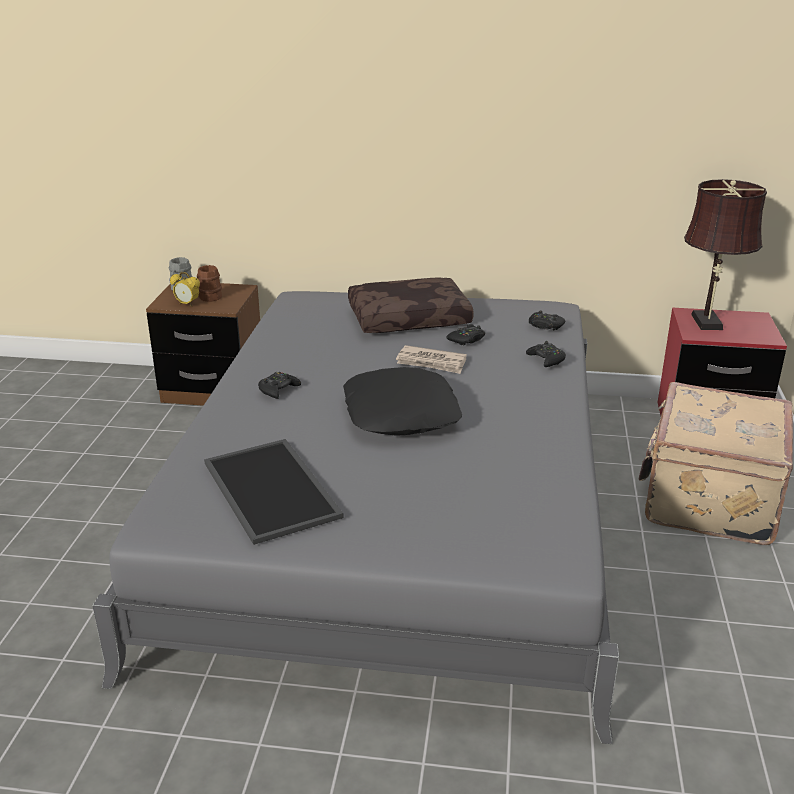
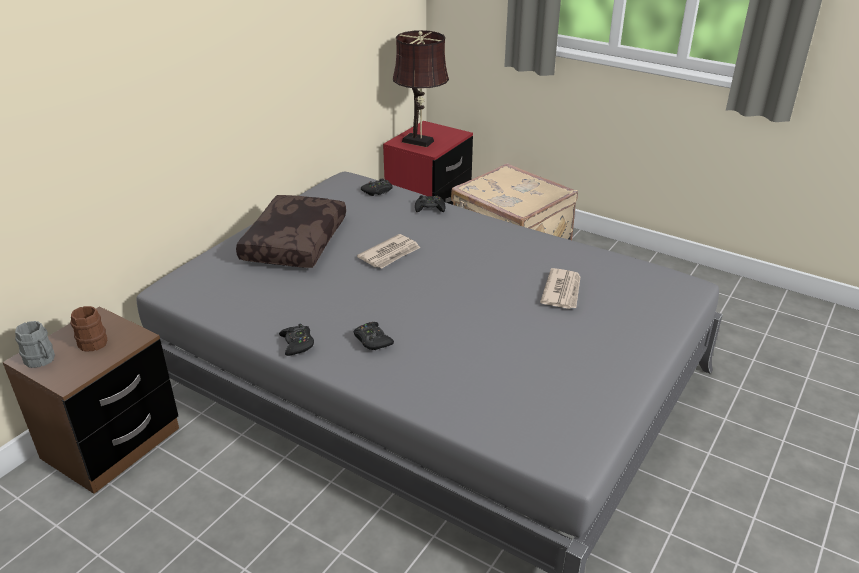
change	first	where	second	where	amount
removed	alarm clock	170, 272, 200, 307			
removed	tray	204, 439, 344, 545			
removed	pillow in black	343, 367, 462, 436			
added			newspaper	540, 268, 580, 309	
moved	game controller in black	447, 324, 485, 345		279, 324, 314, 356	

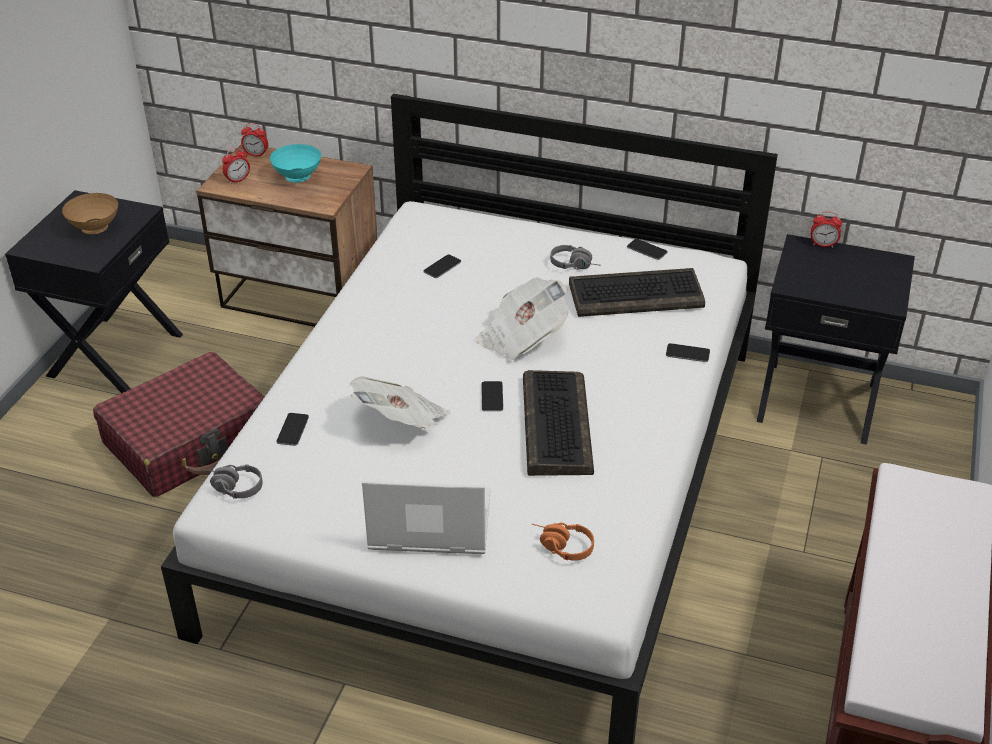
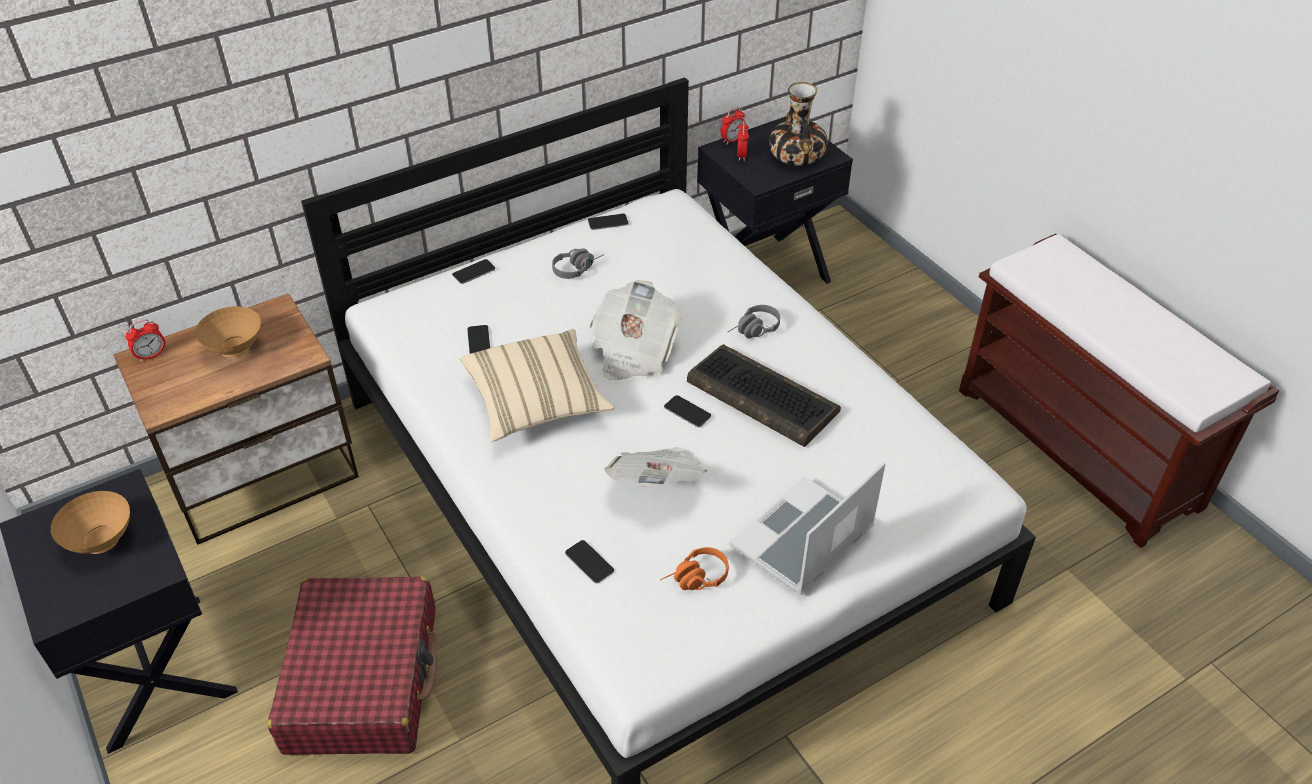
change	first	where	second	where	amount
removed	keyboard	569, 268, 705, 317			
added			pillow in beige	460, 329, 615, 442	
added			vase	769, 82, 827, 165	
moved	headphones in grey	203, 464, 263, 499		728, 305, 780, 339	
moved	alarm clock	222, 147, 250, 184		737, 121, 749, 161	
moved	headphones in orange	532, 523, 594, 561		660, 547, 729, 590	
moved	phone	666, 343, 710, 362		452, 259, 495, 284	
recoloured	bowl in turquoise	270, 144, 321, 183	bowl in brown	195, 306, 261, 358	

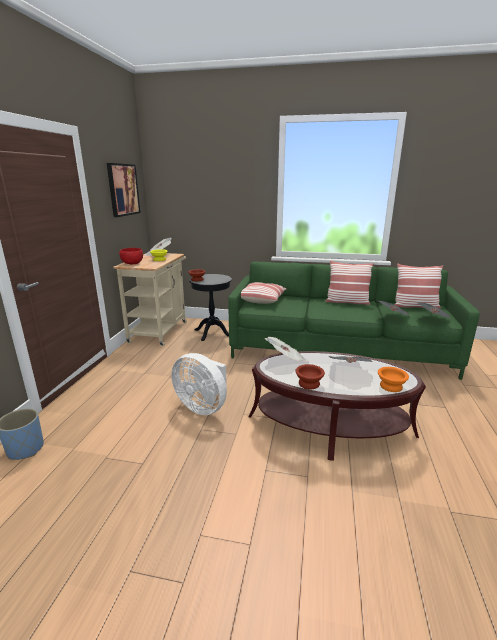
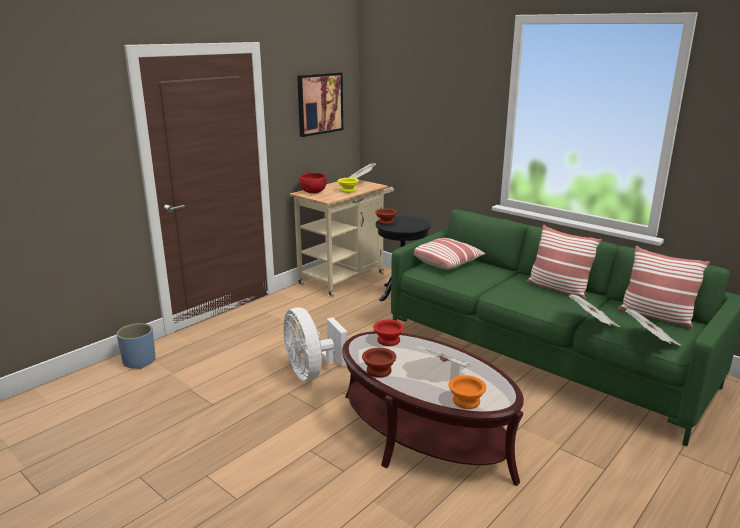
change	first	where	second	where	amount
replaced	newspaper	265, 337, 309, 362	bowl in red	373, 320, 405, 346	

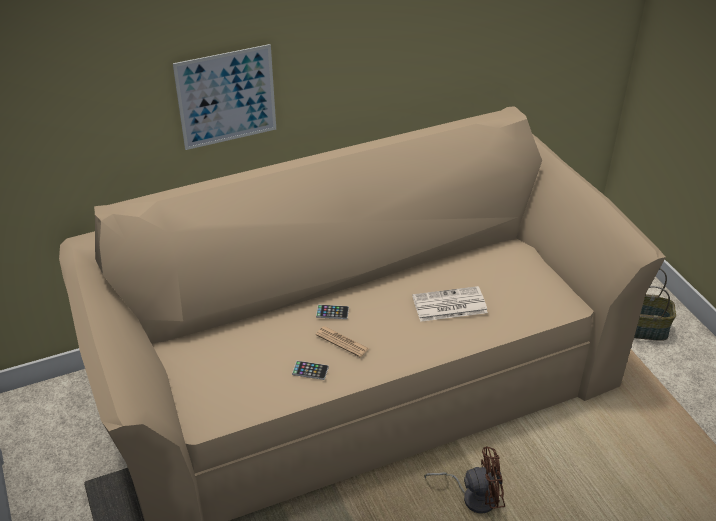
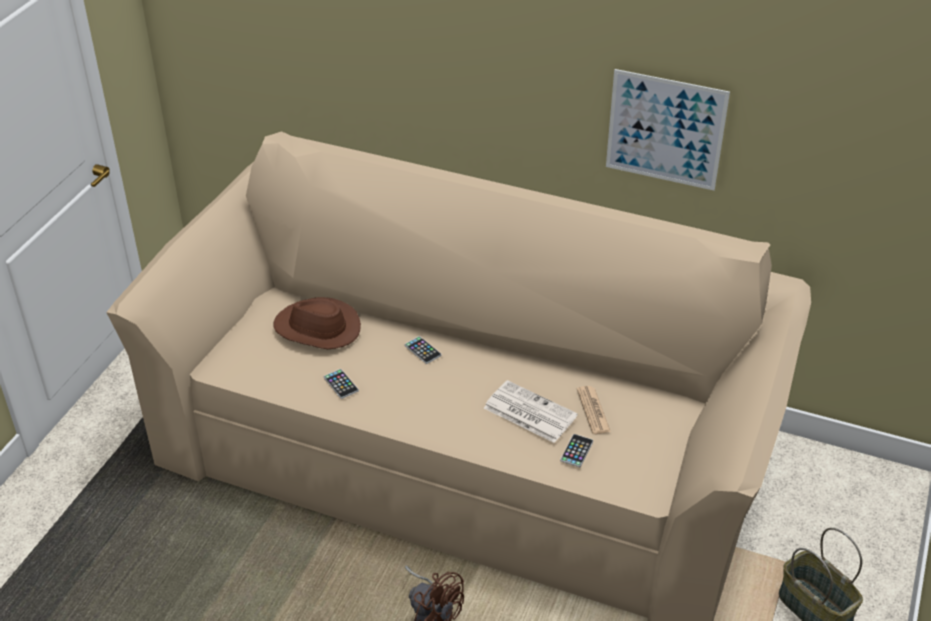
change	first	where	second	where	amount
added			hat in brown	274, 297, 361, 349	
added			phone	560, 434, 593, 467	
moved	picture	173, 44, 276, 150		606, 69, 730, 191	
moved	newspaper	316, 326, 369, 357		577, 386, 611, 434	

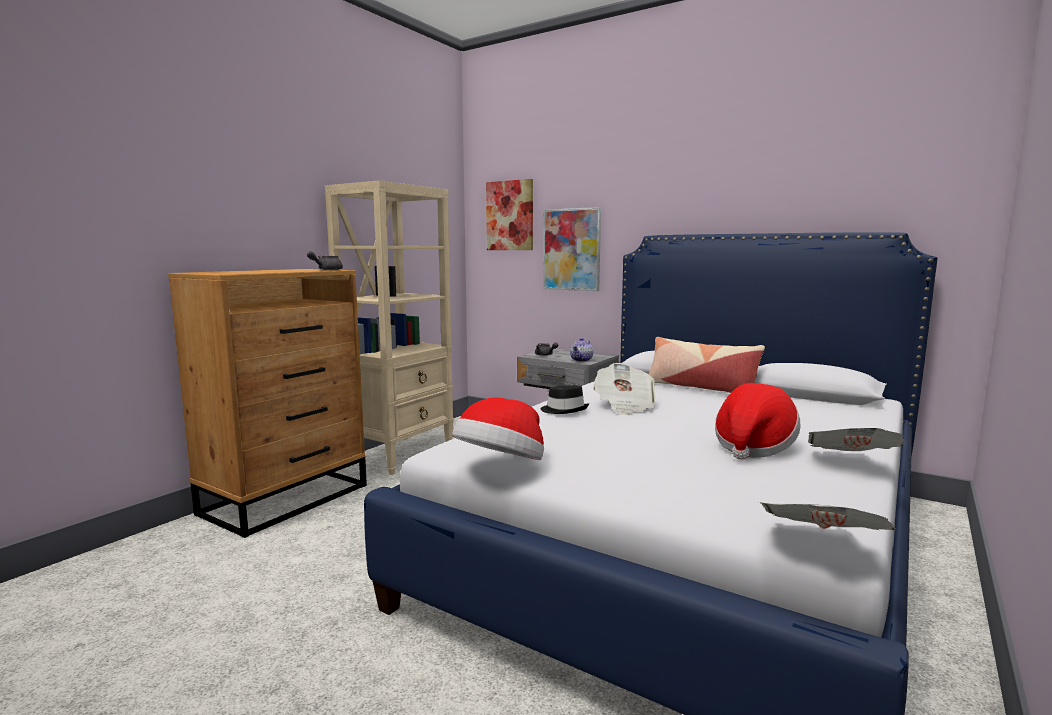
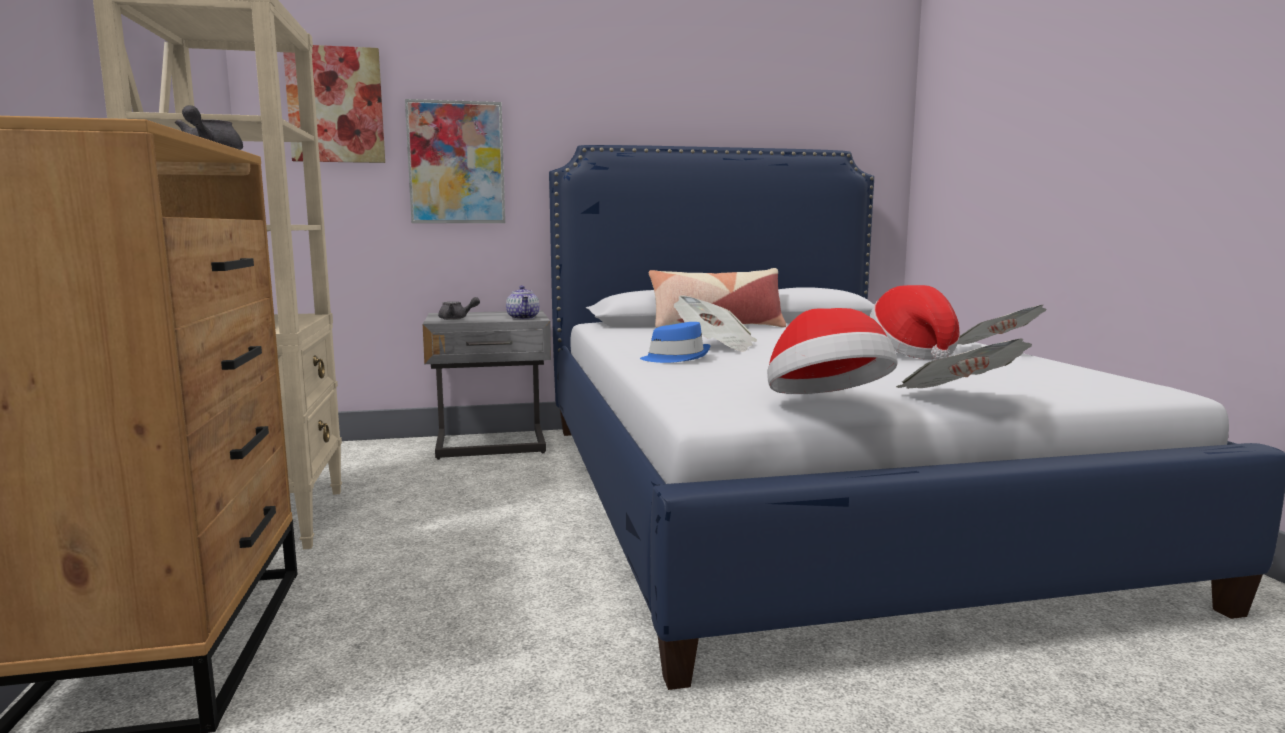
change	first	where	second	where	amount
moved	newspaper	759, 502, 896, 530		896, 338, 1032, 389	
recoloured	hat in black	541, 385, 589, 414	hat in blue	640, 322, 710, 363	

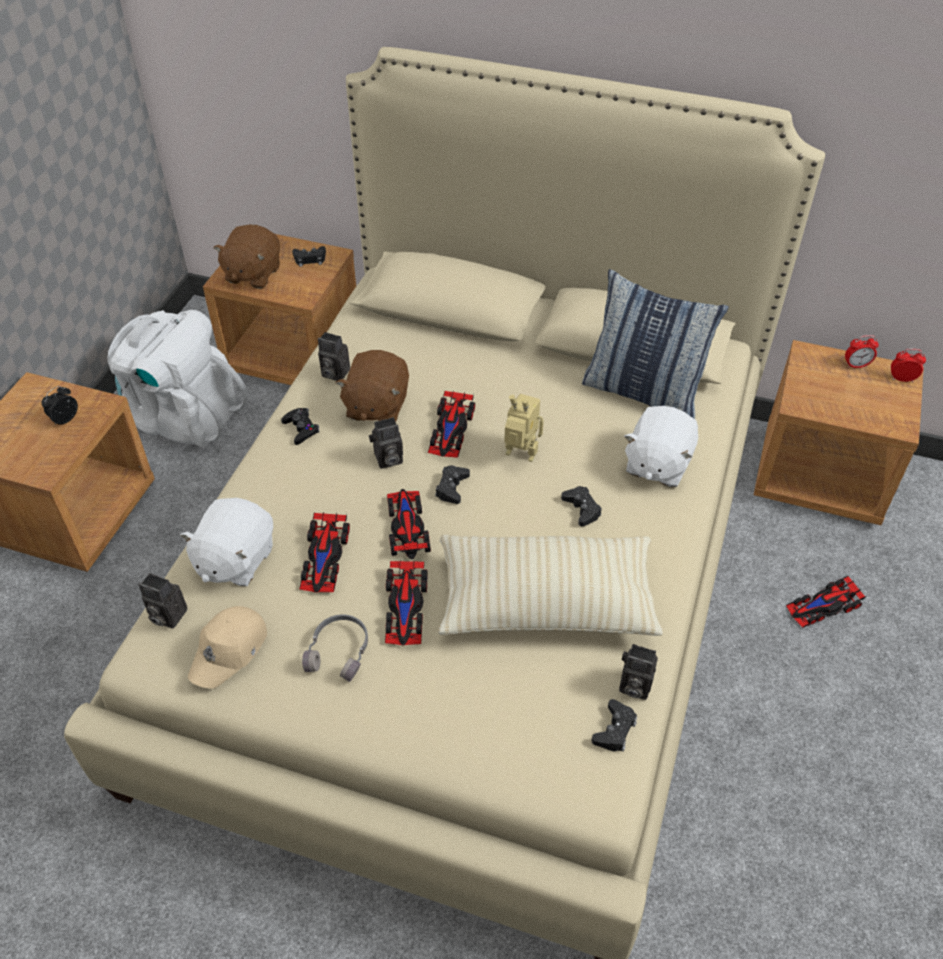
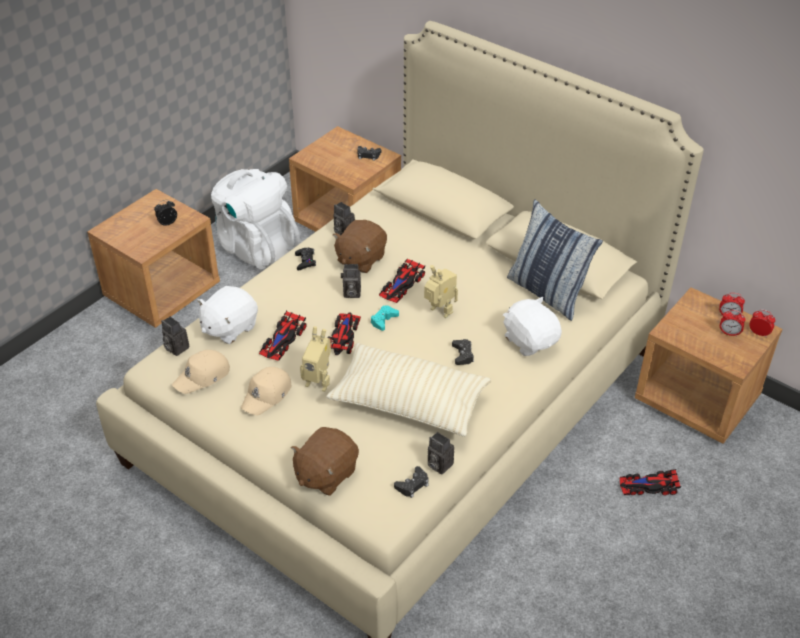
change	first	where	second	where	amount
added			alarm clock	720, 310, 746, 337	
moved	plush toy in brown	213, 225, 280, 289		291, 427, 359, 496	
replaced	headphones in grey	302, 614, 368, 682	cap in beige	241, 367, 291, 415	
replaced	toy car	385, 561, 427, 645	toy robot	300, 326, 331, 392	
recoloured	game controller in black	435, 465, 470, 504	game controller in turquoise	371, 305, 399, 331	
turned	plush toy in white	624, 406, 698, 487		503, 297, 562, 356	105 degrees clockwise

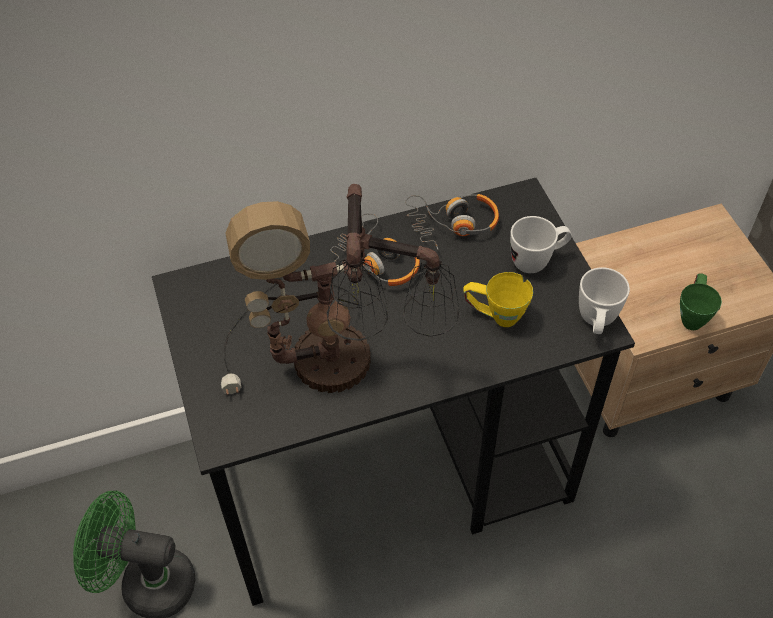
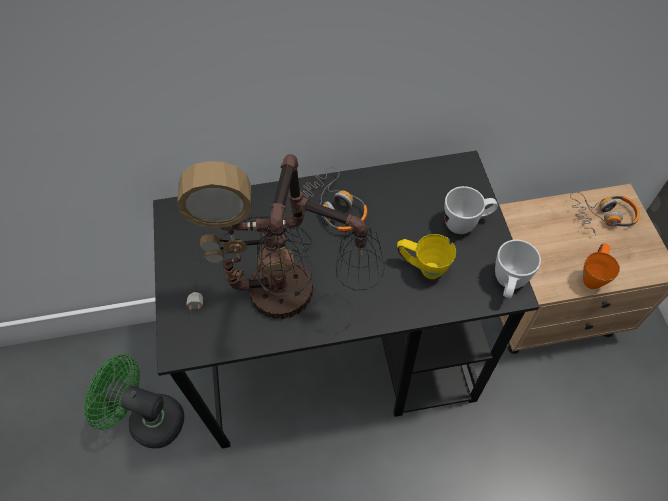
change	first	where	second	where	amount
moved	headphones	405, 194, 499, 250		570, 192, 640, 235	
recoloured	mug in green	680, 273, 722, 330	mug in orange	583, 243, 620, 289	

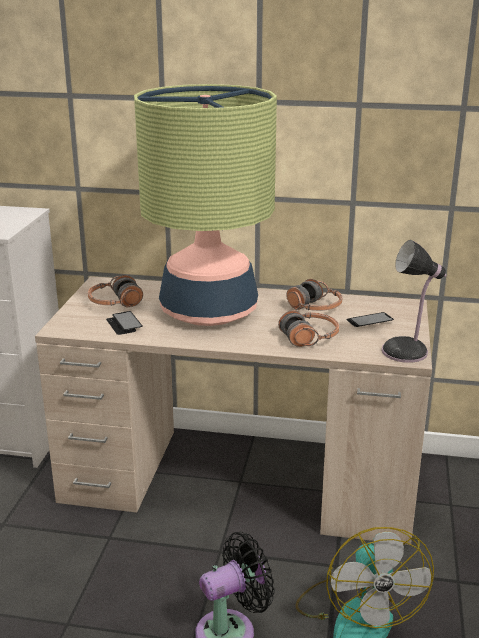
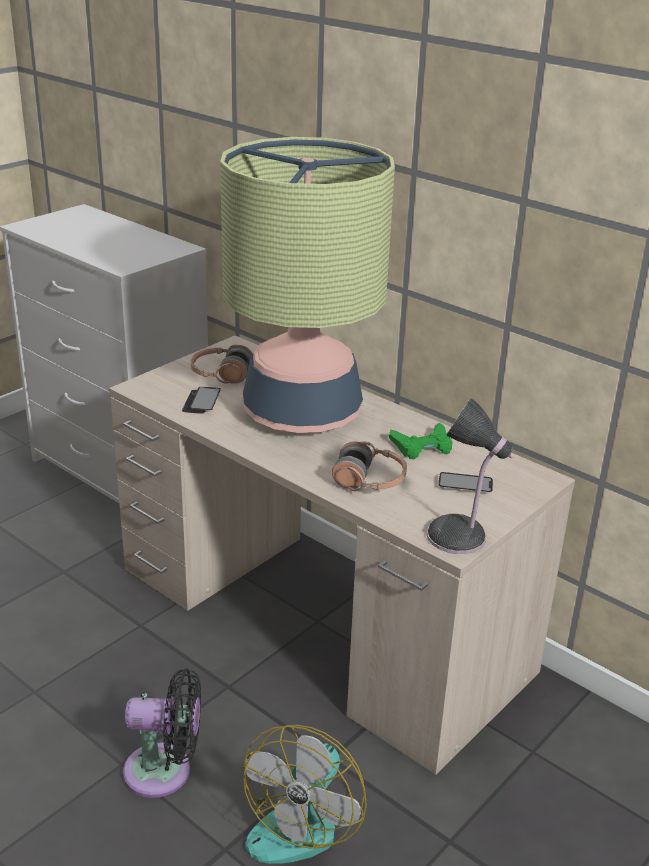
change	first	where	second	where	amount
replaced	headphones	286, 279, 342, 311	game controller in green	389, 423, 453, 459	

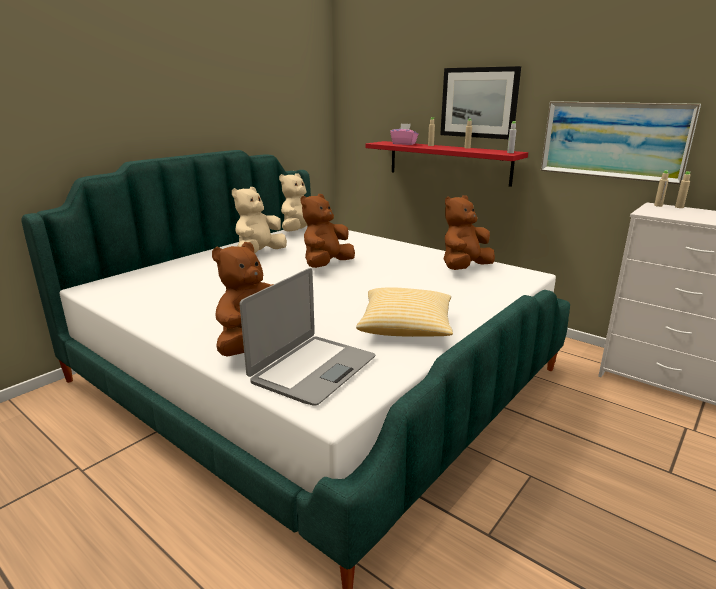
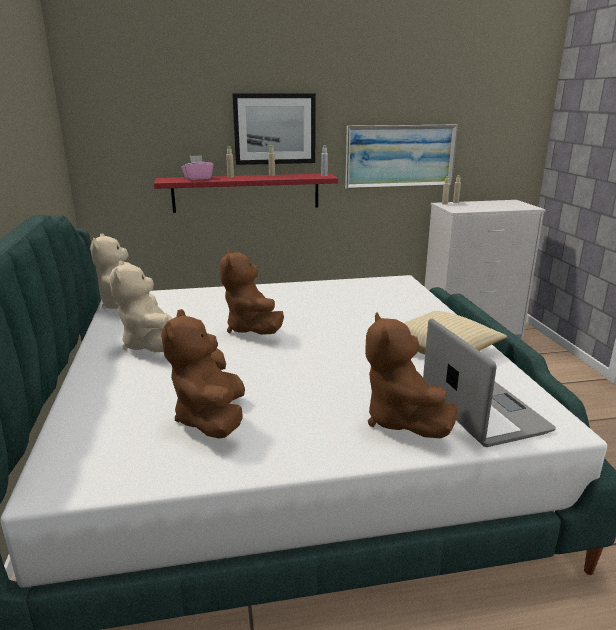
change	first	where	second	where	amount
moved	plush toy in brown	444, 195, 495, 270		161, 309, 245, 438	

